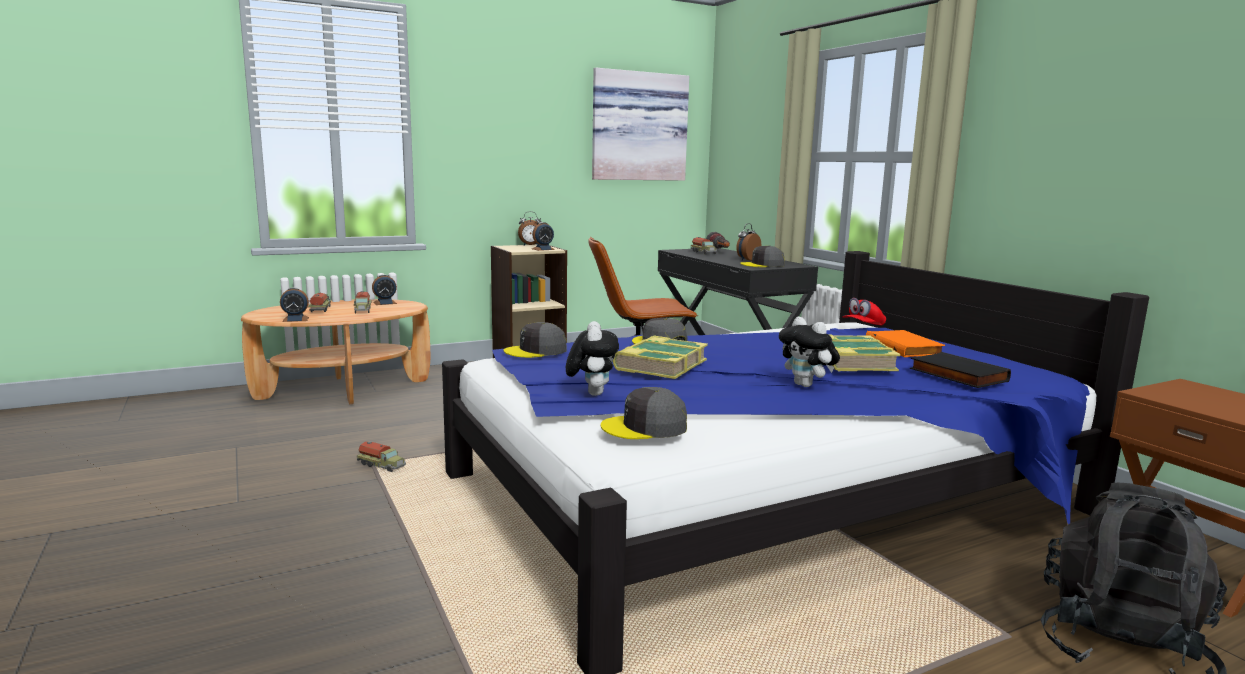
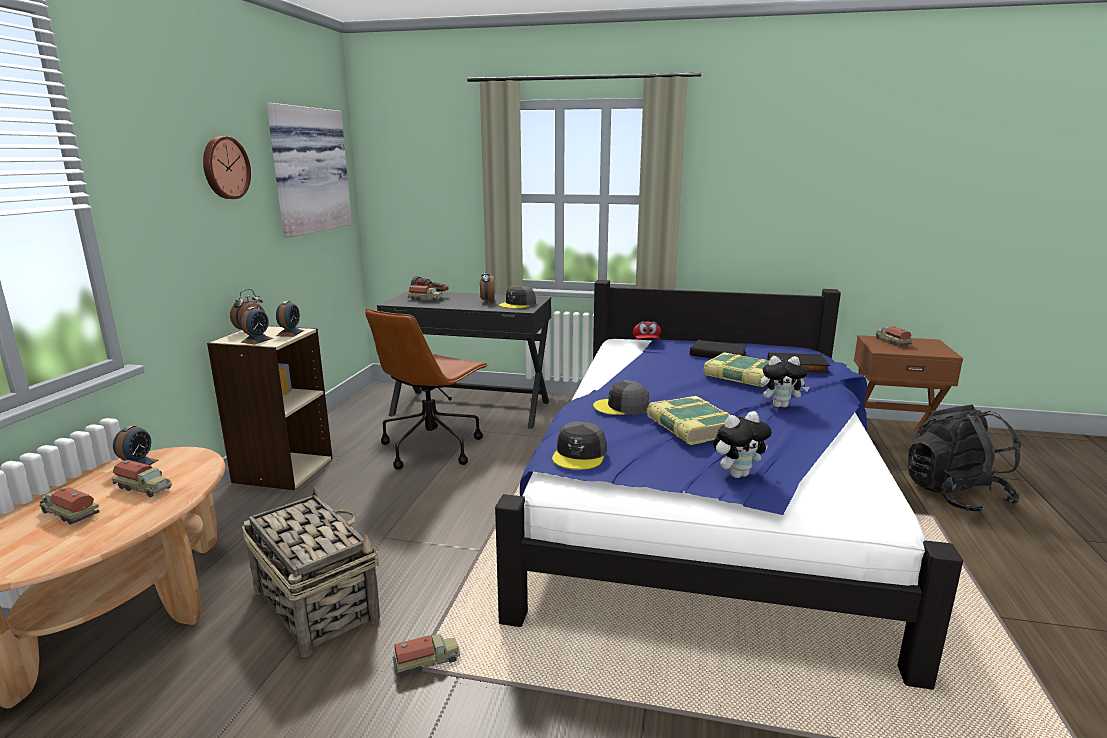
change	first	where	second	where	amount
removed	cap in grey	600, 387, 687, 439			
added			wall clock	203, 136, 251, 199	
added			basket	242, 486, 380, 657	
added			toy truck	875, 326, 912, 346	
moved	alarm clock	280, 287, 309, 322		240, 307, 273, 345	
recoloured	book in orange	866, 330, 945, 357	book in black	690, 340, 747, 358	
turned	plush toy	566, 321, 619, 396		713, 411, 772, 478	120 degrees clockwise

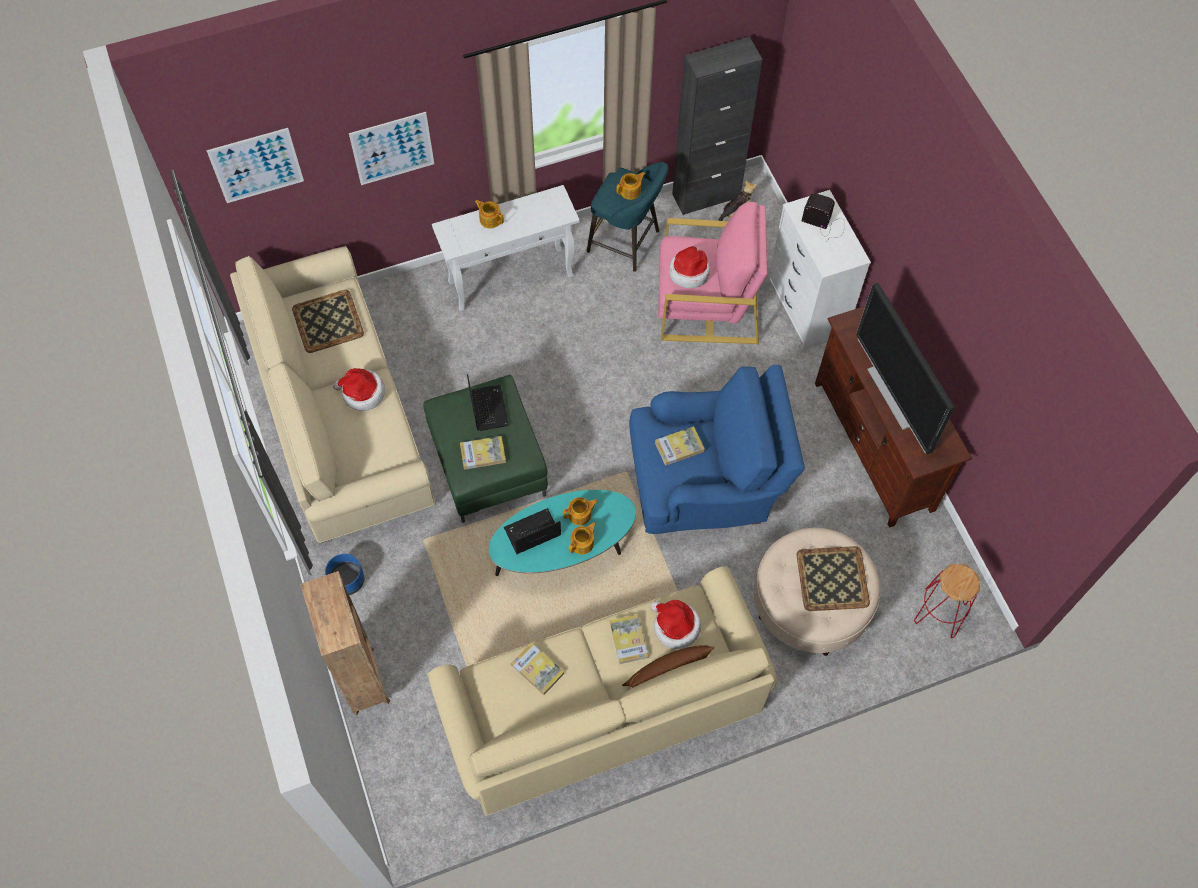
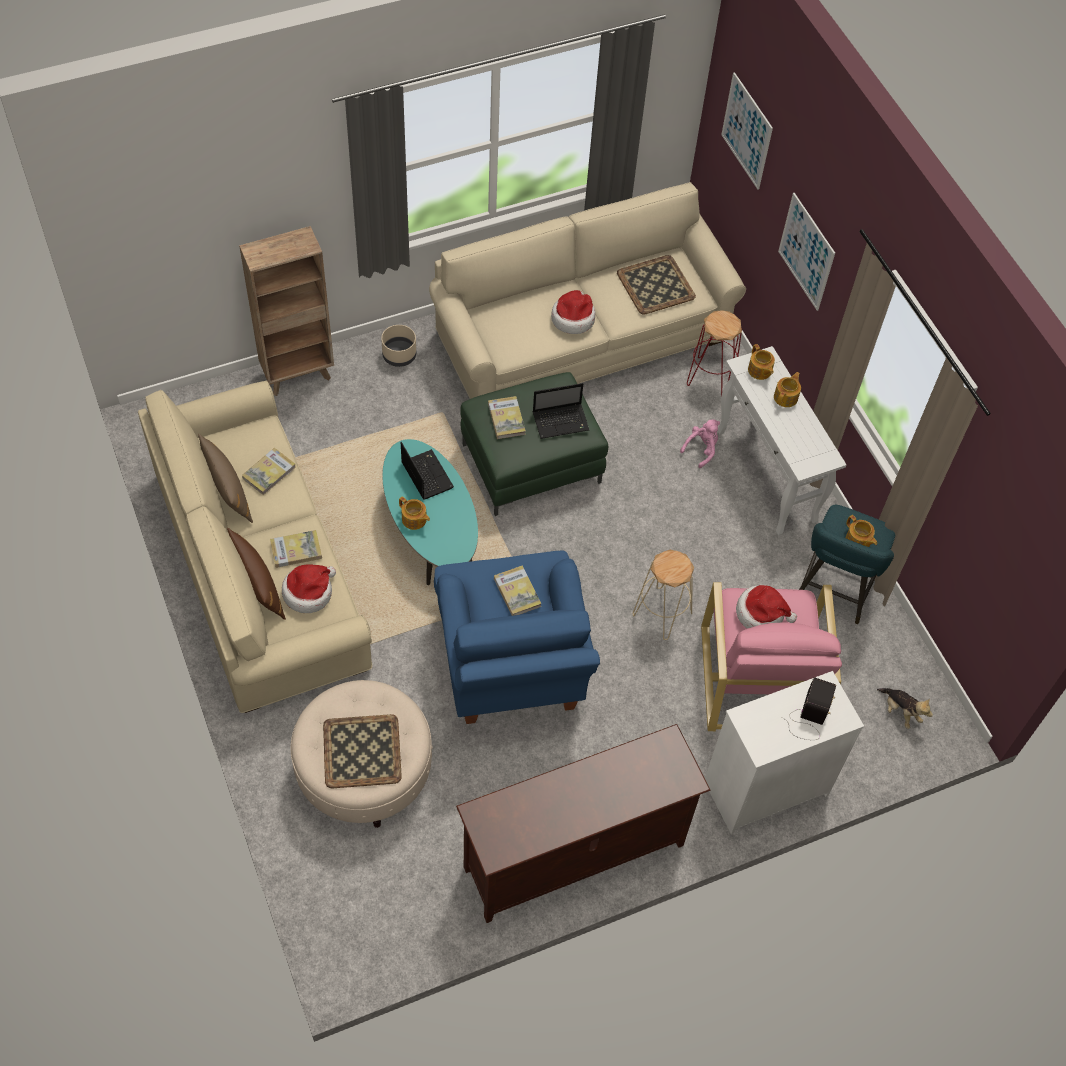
change	first	where	second	where	amount
removed	cabinet in black	672, 37, 763, 215			
removed	television	856, 283, 955, 454			
added			pillow in brown	198, 433, 253, 523	
added			stool in beige	633, 550, 694, 640	
added			plush toy in pink	680, 419, 720, 468	
moved	teapot	563, 497, 598, 525		748, 344, 775, 380	
moved	stool in red	914, 564, 980, 638		687, 310, 742, 396	
recoloured	planter in blue	325, 554, 364, 595	planter in beige	381, 325, 416, 367	

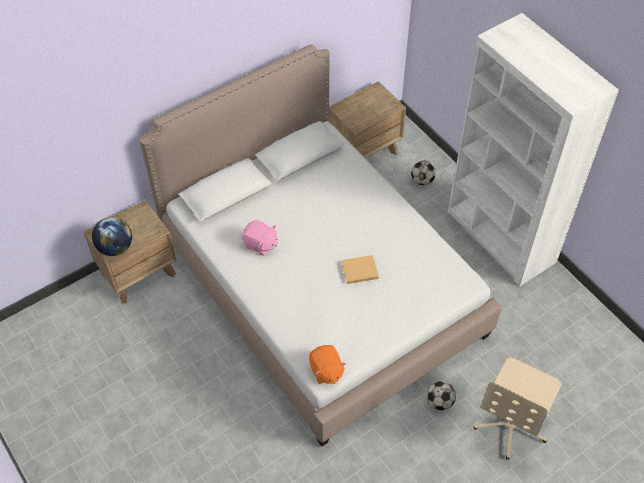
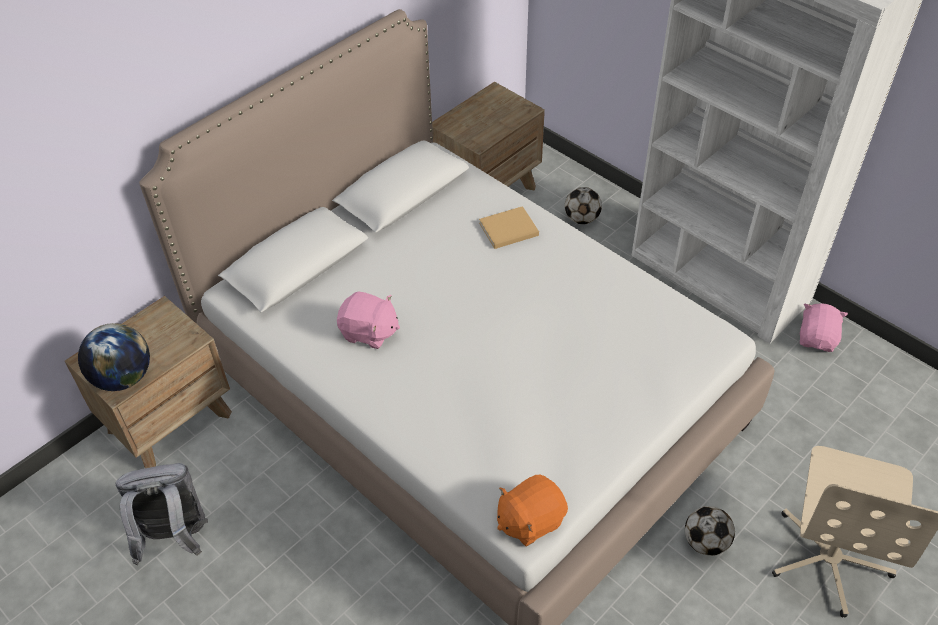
change	first	where	second	where	amount
added			backpack in grey	116, 463, 208, 565	
added			plush toy in pink	800, 303, 848, 352	
moved	book in beige	341, 255, 379, 284		479, 206, 539, 249	
turned	plush toy in orange	309, 345, 346, 384		497, 475, 568, 546	90 degrees clockwise

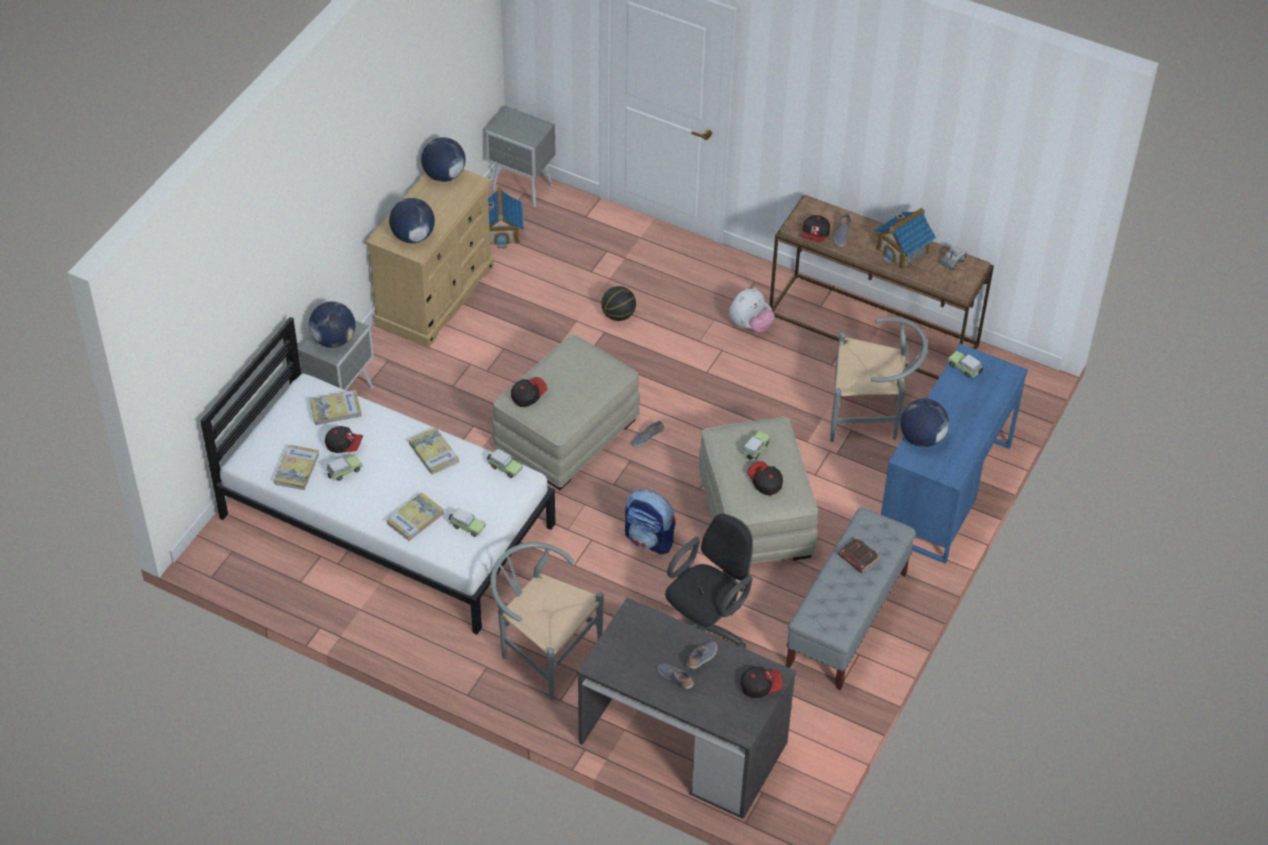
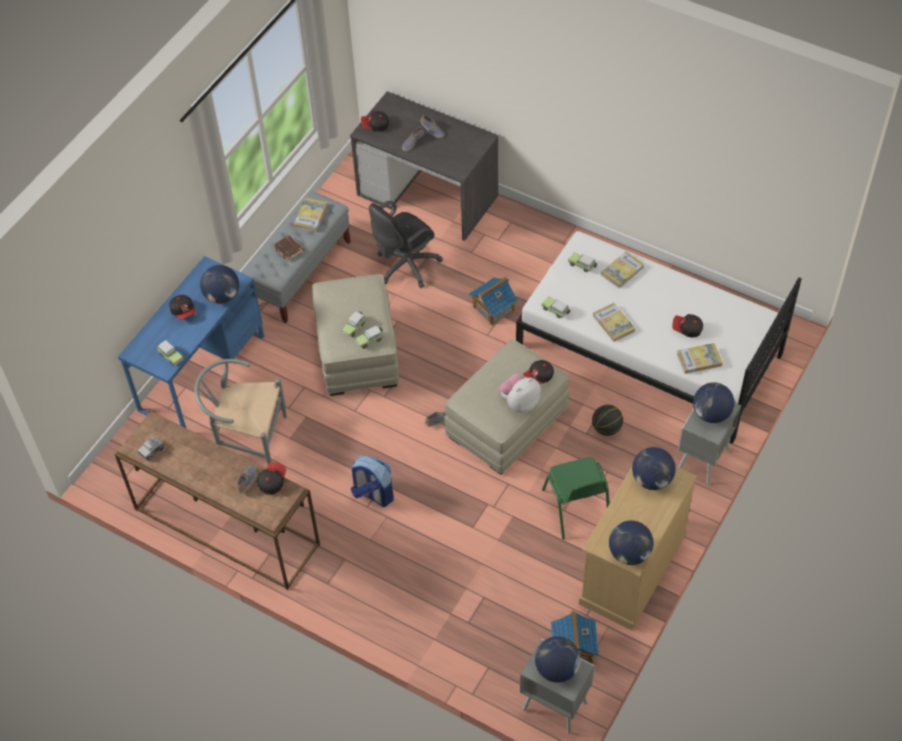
change	first	where	second	where	amount
removed	chair in grey	490, 542, 603, 700			
added			globe	535, 636, 580, 683	
added			chair in green	542, 457, 609, 540	
moved	book	274, 445, 319, 490		294, 198, 328, 232	
moved	toy car	326, 455, 362, 481		355, 325, 384, 349	
moved	basketball	601, 286, 636, 321		592, 405, 623, 436	
moved	backpack	625, 489, 676, 555		351, 455, 394, 507	
moved	plush toy	729, 288, 775, 333		499, 374, 541, 413	
moved	cap	747, 461, 783, 496		169, 295, 196, 320	
moved	toy house	874, 208, 936, 270		469, 276, 518, 325	

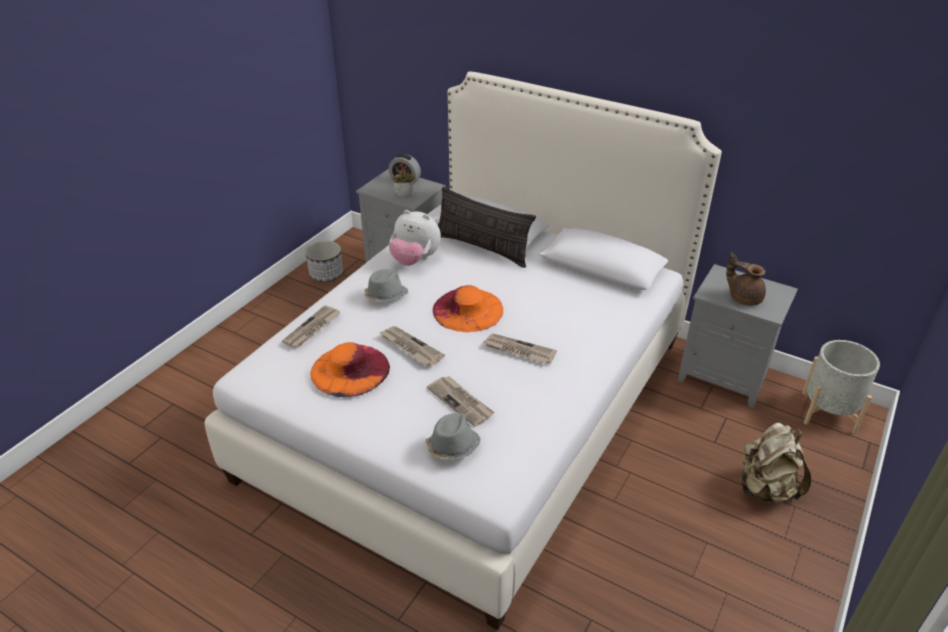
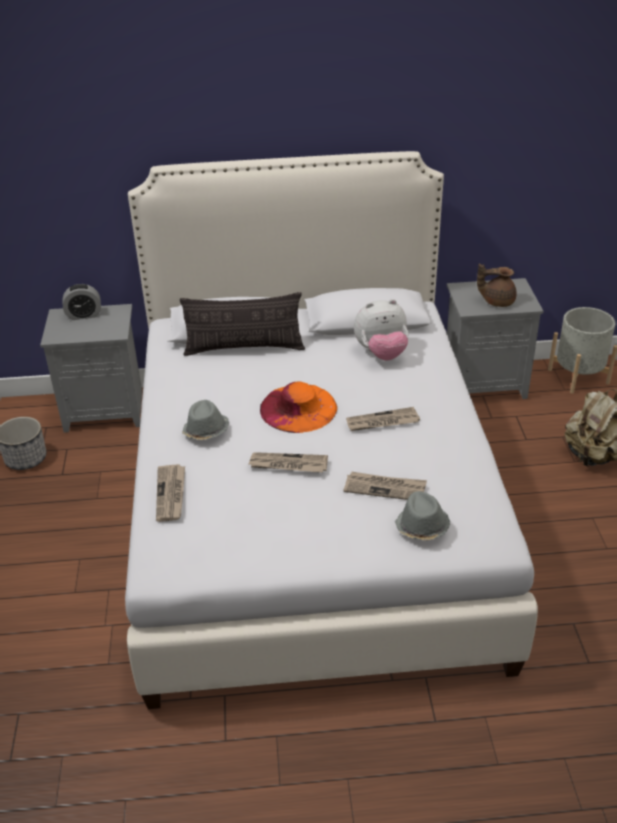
change	first	where	second	where	amount
removed	hat in orange	311, 342, 390, 397			
removed	potted plant	393, 159, 415, 198			
moved	plush toy	389, 210, 441, 266		354, 299, 409, 360	

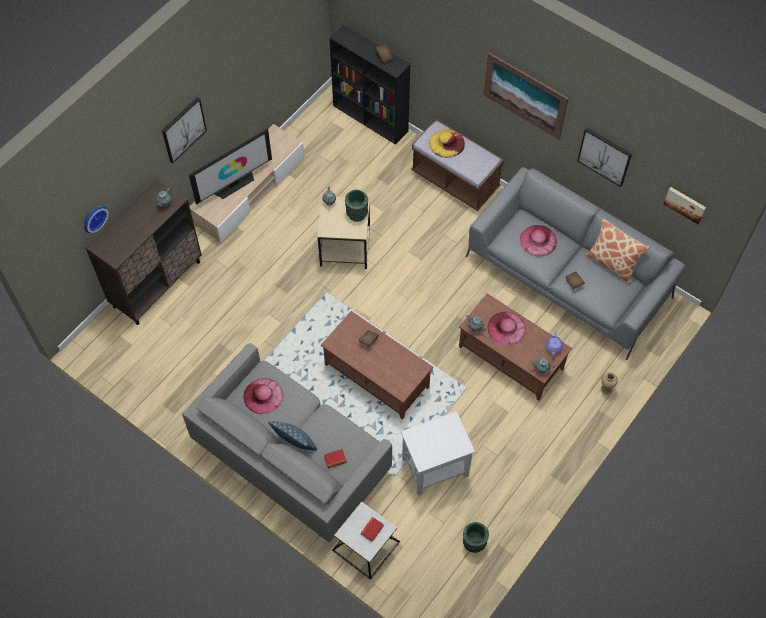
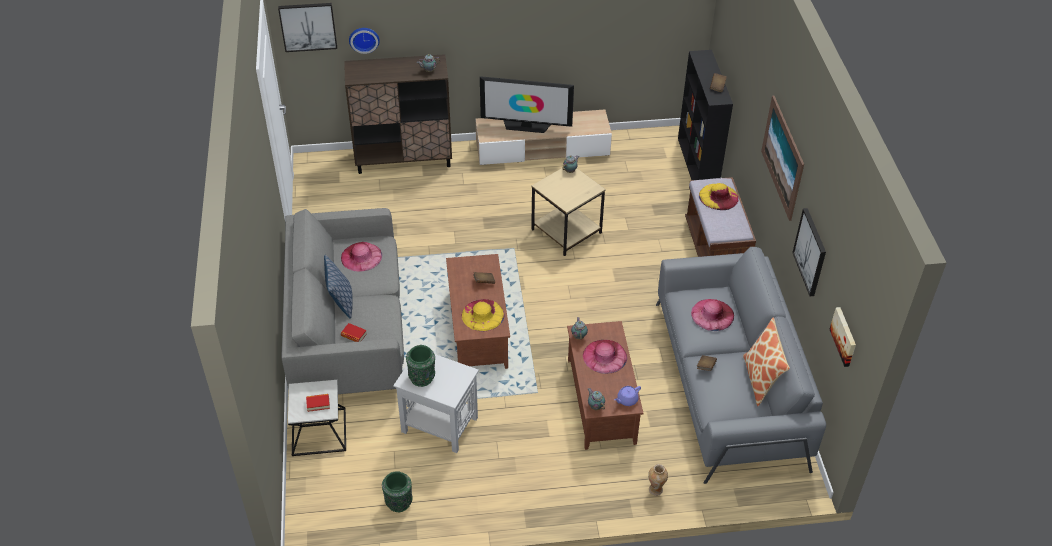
change	first	where	second	where	amount
added			hat in yellow	461, 299, 505, 331	
moved	picture	162, 97, 207, 163		278, 3, 337, 52	
moved	vase in green	345, 190, 368, 222		406, 345, 435, 387	

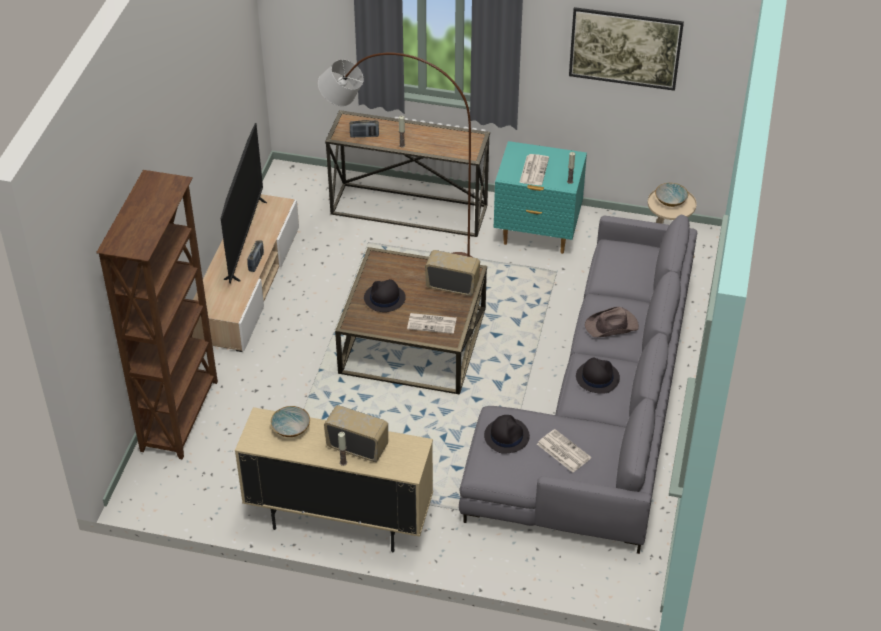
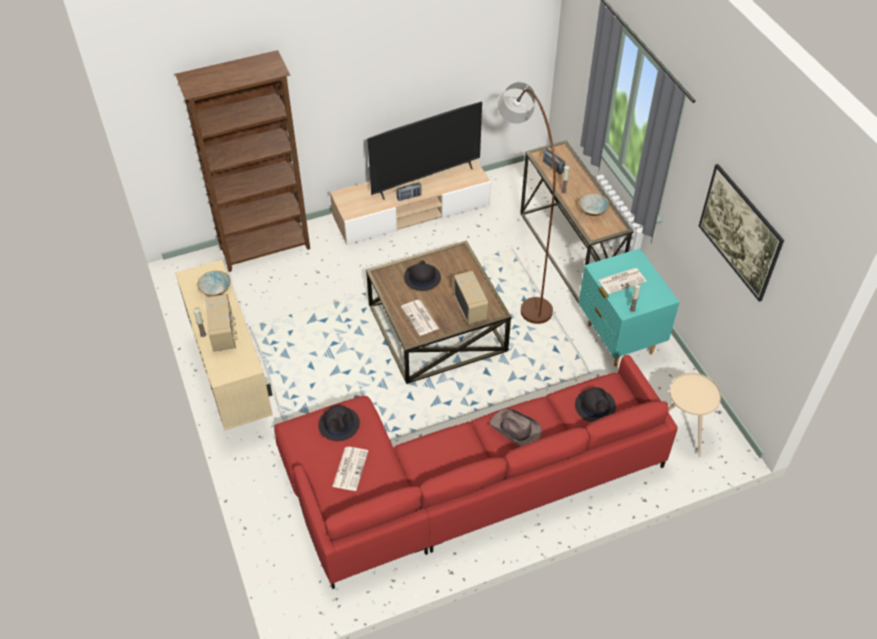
change	first	where	second	where	amount
moved	hat in black	576, 357, 620, 394		575, 387, 616, 422	
moved	bowl	655, 183, 689, 207		579, 193, 610, 216	
recoloured	sofa in grey	459, 214, 697, 554	sofa in red	274, 355, 678, 589	

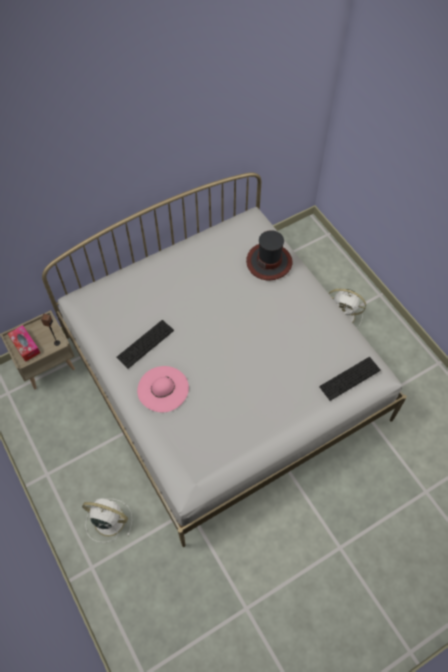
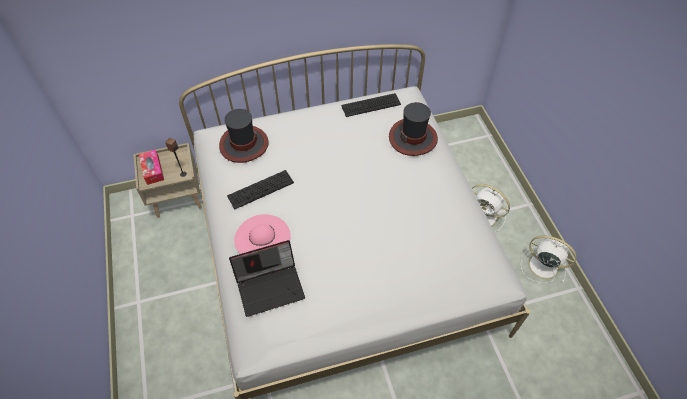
change	first	where	second	where	amount
added			hat	219, 109, 269, 163	
added			laptop	229, 240, 305, 317	
moved	fan in white	82, 498, 132, 542		521, 236, 577, 283	
moved	keyboard	319, 357, 381, 401		341, 93, 401, 117	

